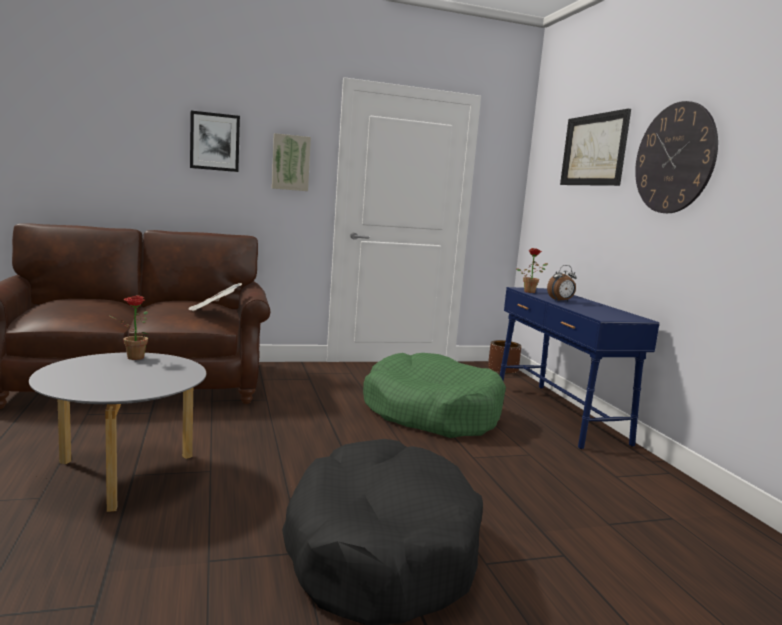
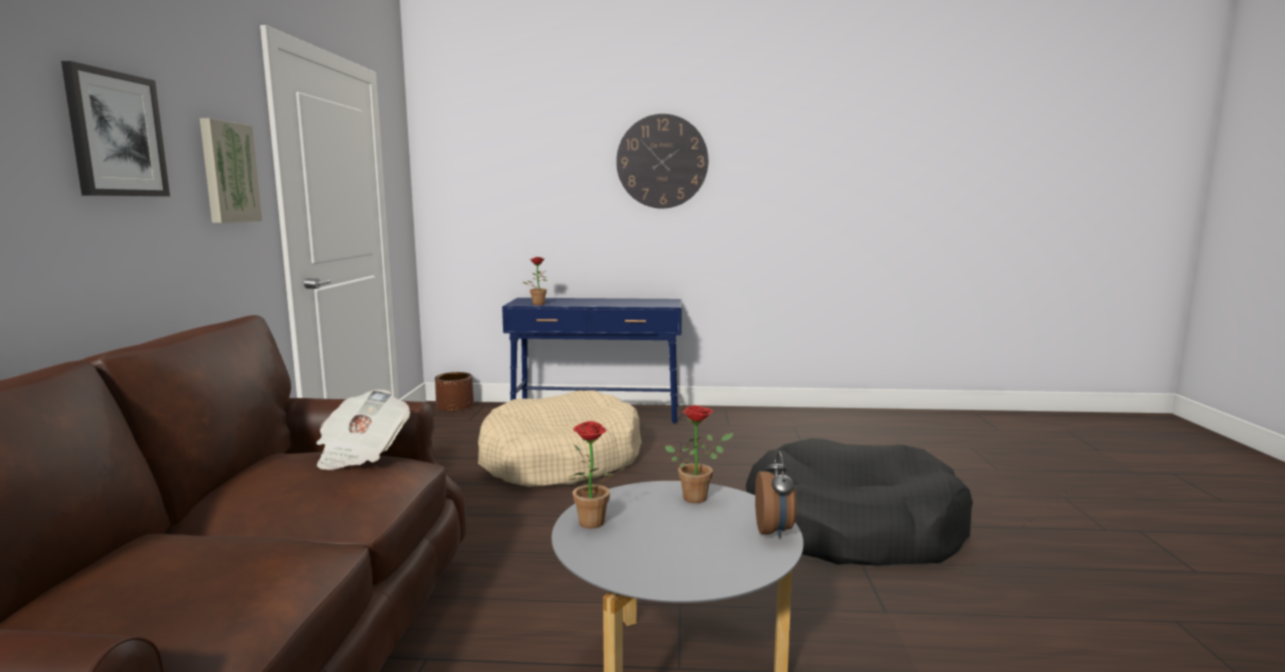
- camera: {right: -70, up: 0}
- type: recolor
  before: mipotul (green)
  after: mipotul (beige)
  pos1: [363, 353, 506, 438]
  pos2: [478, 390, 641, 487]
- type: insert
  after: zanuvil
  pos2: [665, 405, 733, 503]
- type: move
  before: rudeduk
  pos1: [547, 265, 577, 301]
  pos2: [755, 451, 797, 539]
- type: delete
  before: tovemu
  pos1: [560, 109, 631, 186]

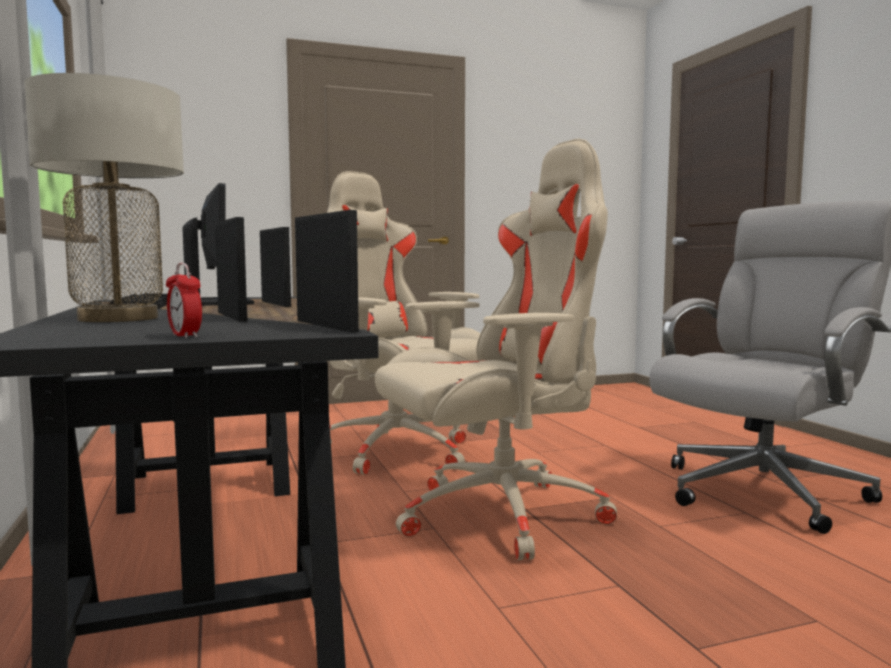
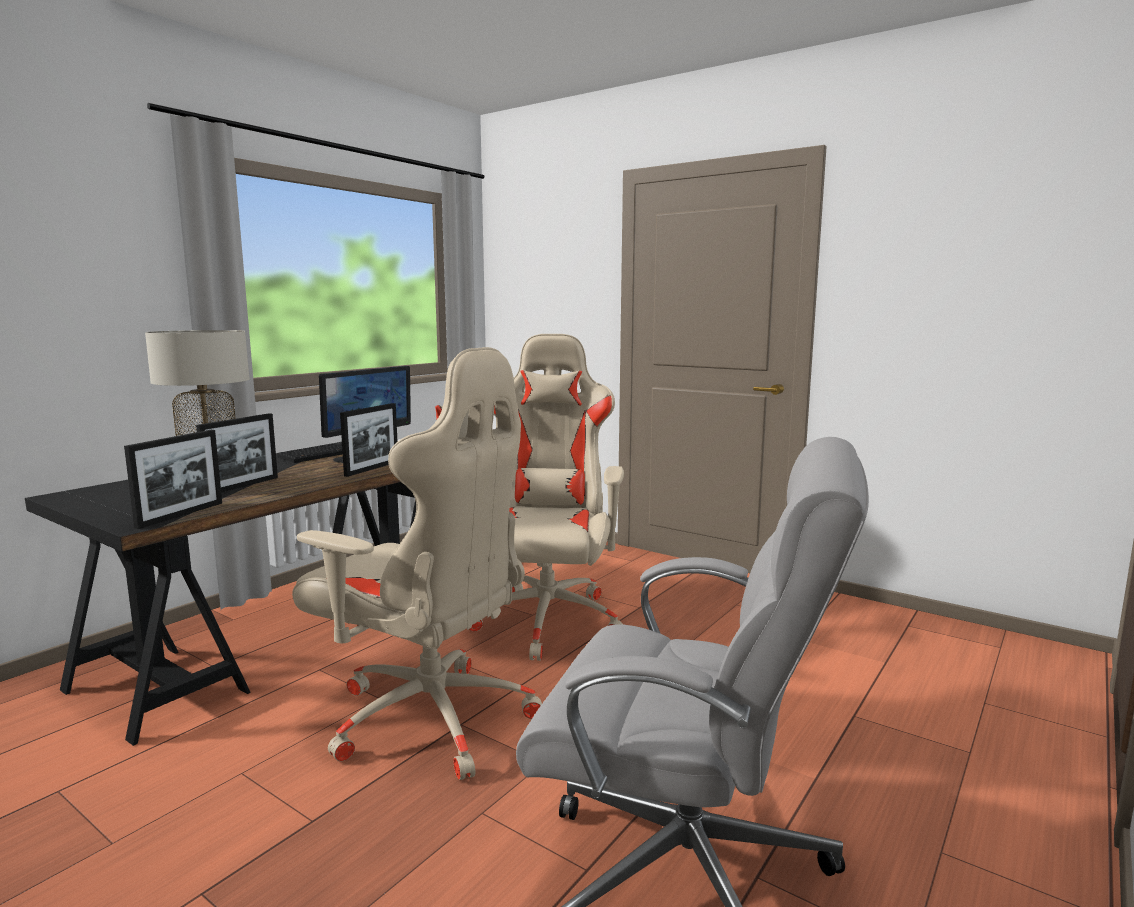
- camera: {right: 55, up: 5}
- type: delete
  before: rudeduk
  pos1: [166, 263, 202, 338]

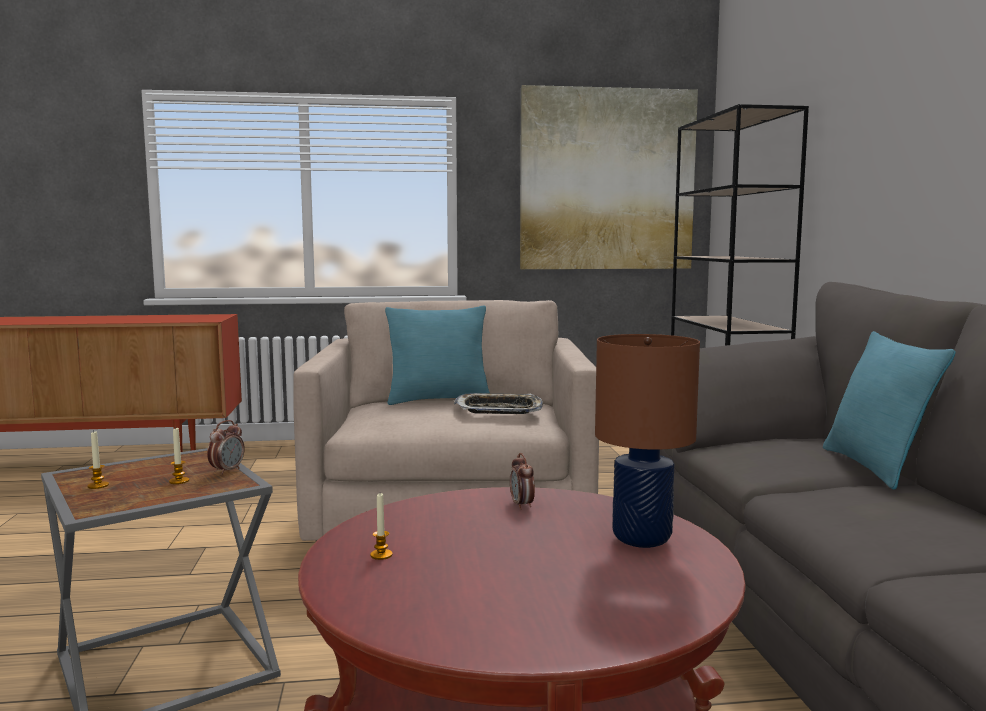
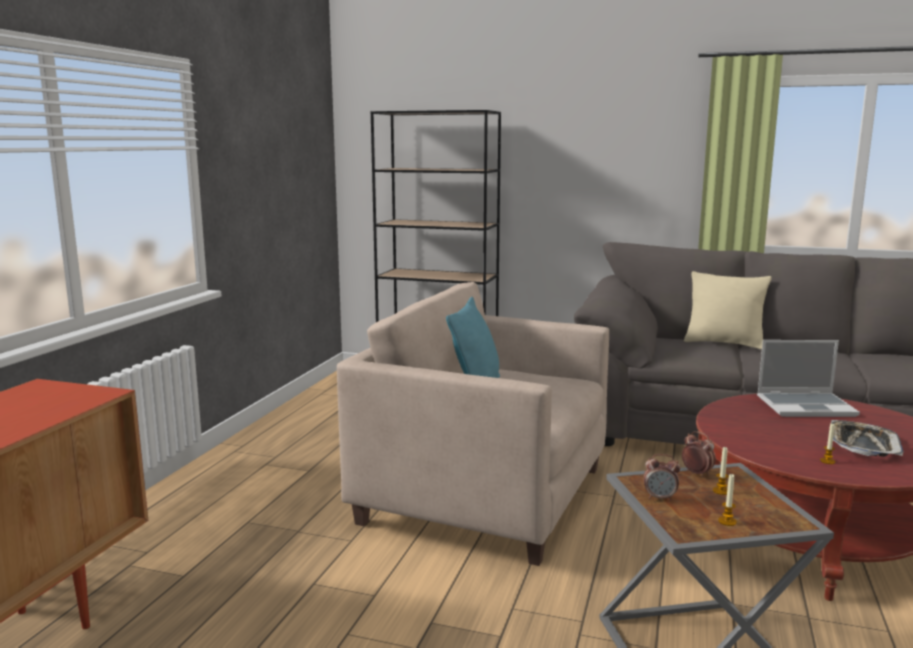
- camera: {right: -65, up: 5}
- type: move
  before: rudeduk
  pos1: [510, 453, 535, 510]
  pos2: [644, 454, 680, 501]
- type: recolor
  before: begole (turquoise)
  after: begole (beige)
  pos1: [823, 331, 956, 490]
  pos2: [684, 271, 772, 350]
- type: replace
  before: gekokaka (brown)
  after: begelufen
  pos1: [595, 334, 700, 548]
  pos2: [757, 340, 860, 417]
- type: move
  before: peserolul
  pos1: [454, 393, 543, 414]
  pos2: [831, 420, 904, 457]
- type: delete
  before: tovemu
  pos1: [520, 85, 698, 269]

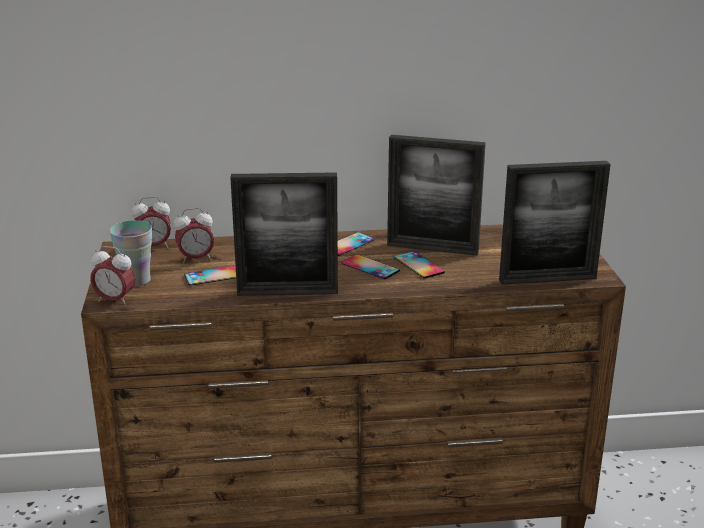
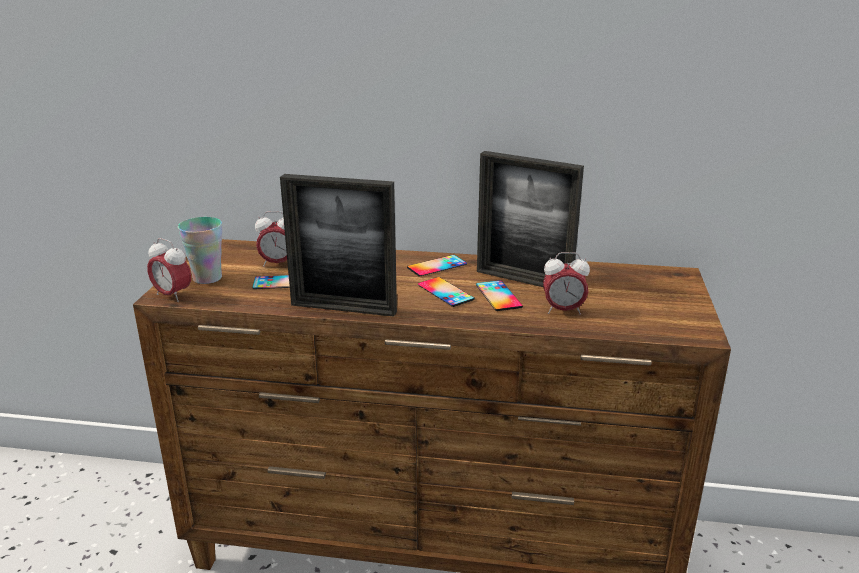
- camera: {right: 15, up: 0}
- type: move
  before: rudeduk
  pos1: [132, 197, 171, 248]
  pos2: [543, 252, 590, 315]
- type: delete
  before: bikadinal
  pos1: [499, 161, 610, 285]

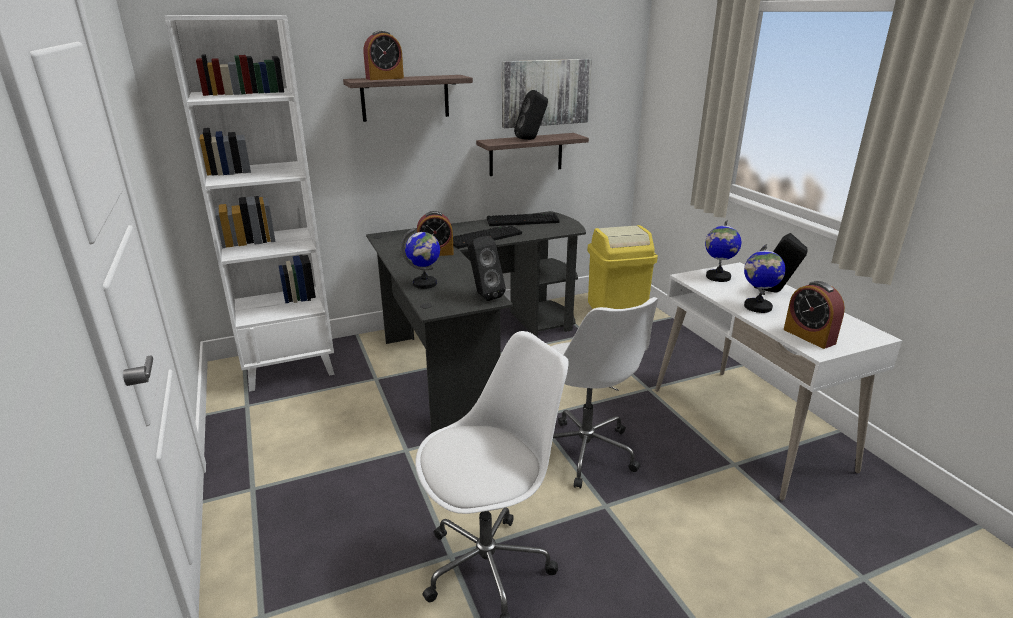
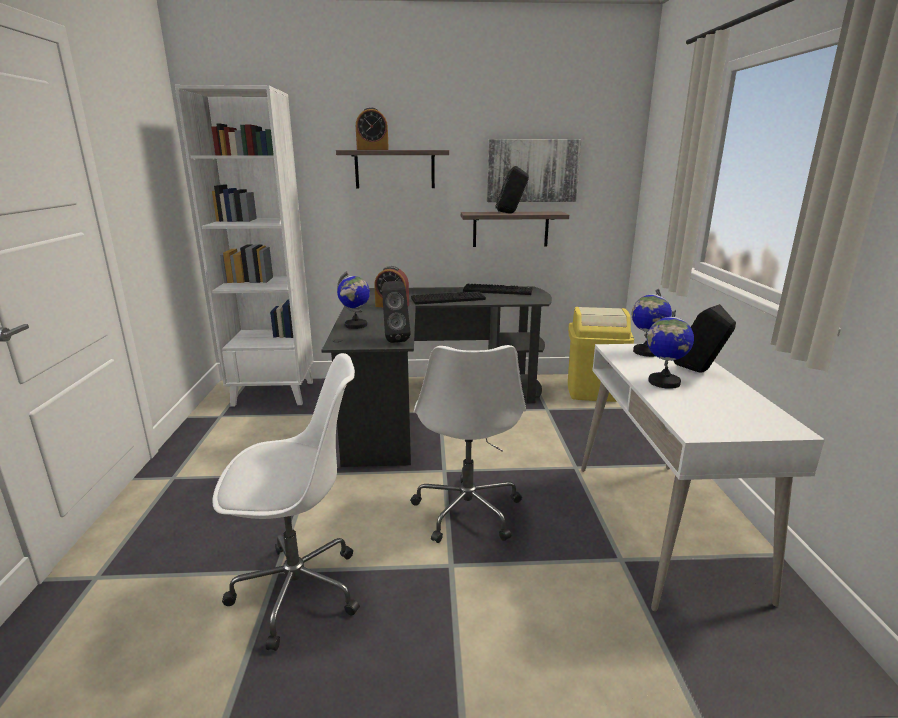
- camera: {right: 20, up: -5}
- type: delete
  before: rudeduk
  pos1: [784, 281, 845, 349]

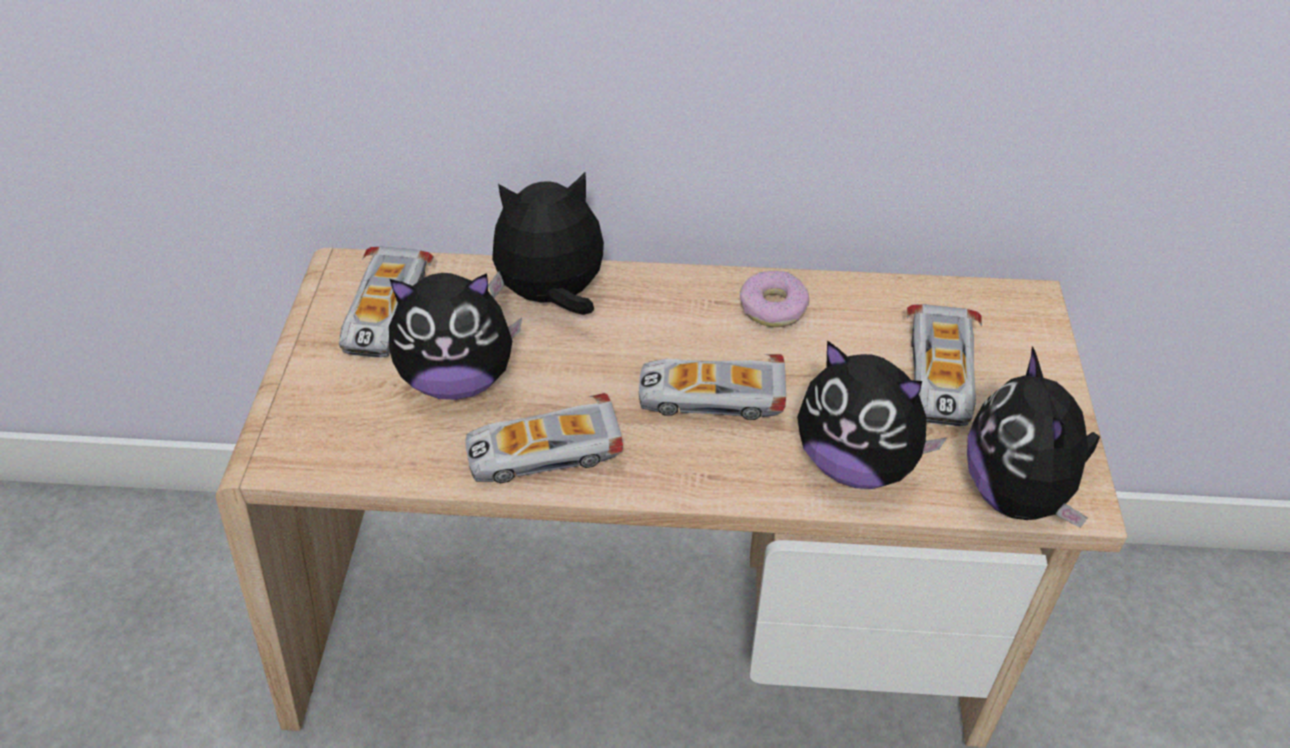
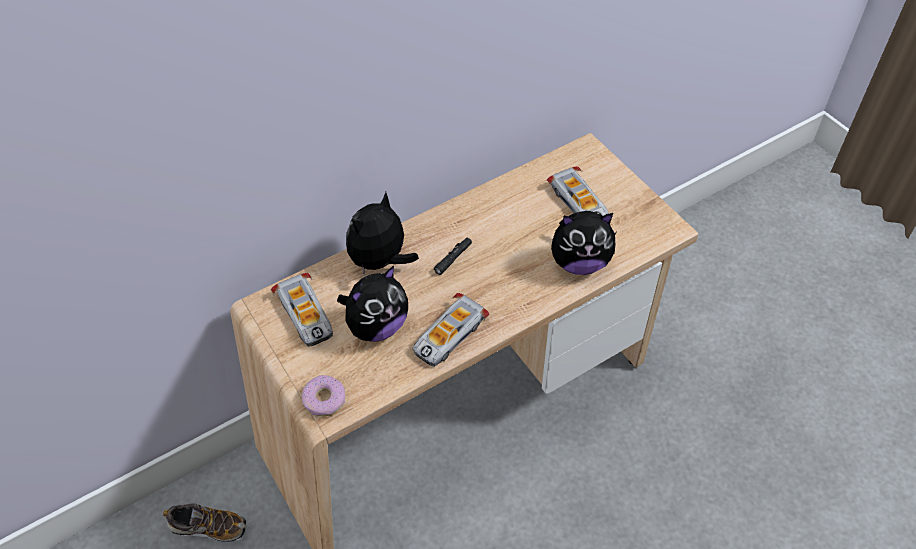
- camera: {right: -35, up: 5}
- type: insert
  after: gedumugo
  pos2: [163, 503, 246, 542]
- type: move
  before: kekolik
  pos1: [740, 271, 809, 327]
  pos2: [301, 375, 345, 417]
- type: insert
  after: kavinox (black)
  pos2: [434, 237, 472, 275]
- type: delete
  before: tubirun
  pos1: [639, 354, 786, 420]
- type: delete
  before: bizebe
  pos1: [967, 346, 1100, 528]

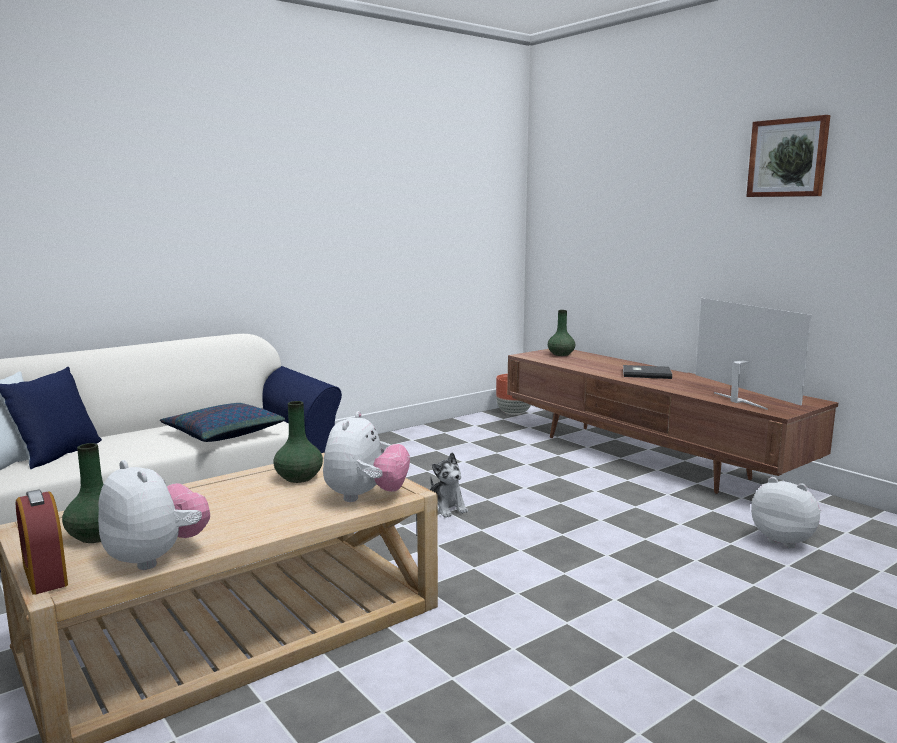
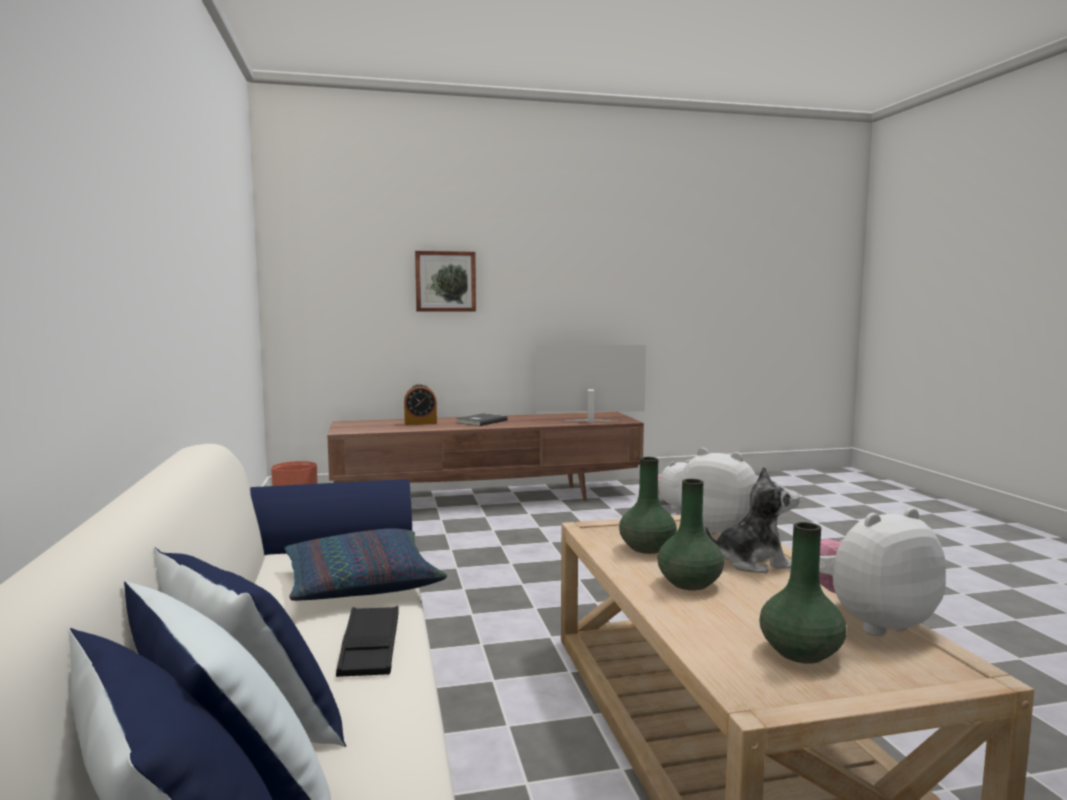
- camera: {right: -65, up: -5}
- type: insert
  after: peserolul (black)
  pos2: [336, 606, 399, 677]
- type: move
  before: rudeduk
  pos1: [16, 490, 68, 595]
  pos2: [404, 384, 437, 425]
- type: move
  before: tovemu
  pos1: [746, 115, 830, 197]
  pos2: [415, 251, 476, 311]
- type: move
  before: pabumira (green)
  pos1: [548, 310, 575, 356]
  pos2: [657, 479, 724, 591]
- type: move
  before: bizebe
  pos1: [430, 452, 468, 518]
  pos2: [705, 466, 800, 573]

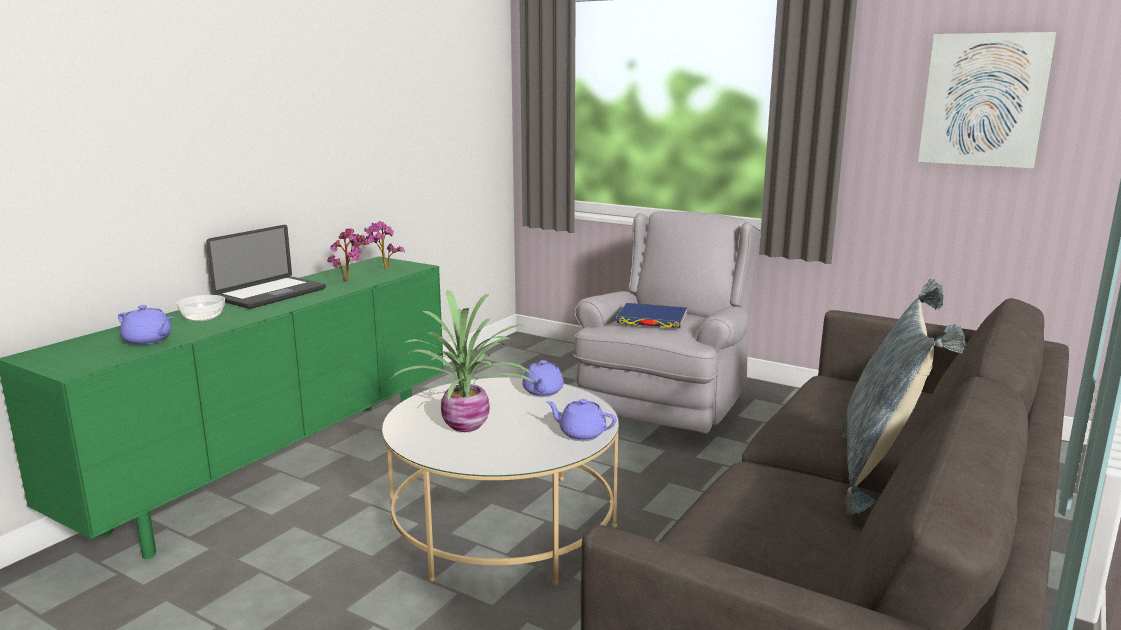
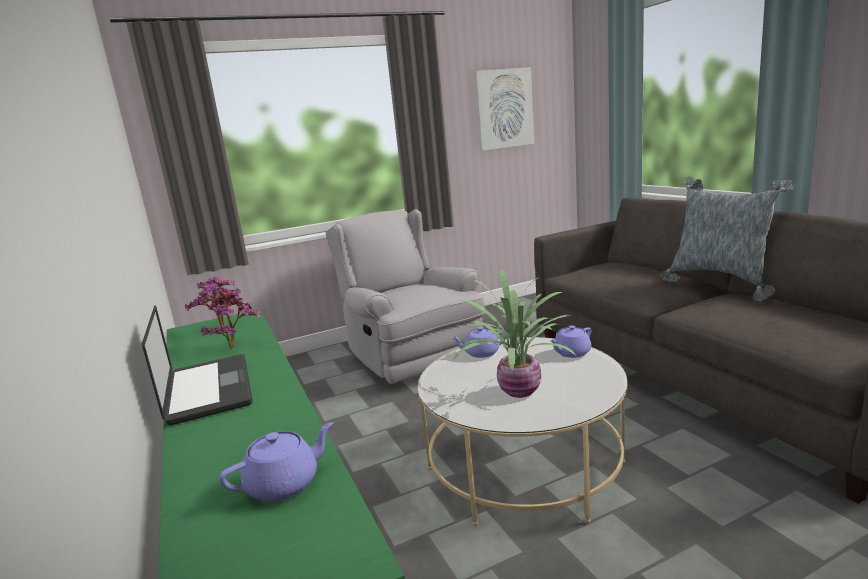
- camera: {right: -55, up: 0}
- type: rotate
  before: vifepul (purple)
  pos1: [522, 360, 564, 396]
  pos2: [451, 327, 506, 358]
  turn: 135
- type: delete
  before: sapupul
  pos1: [177, 295, 225, 321]
- type: delete
  before: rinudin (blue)
  pos1: [616, 303, 687, 328]

